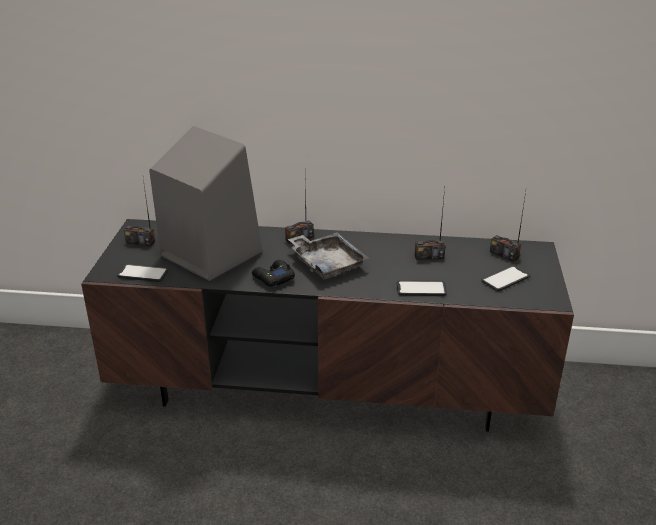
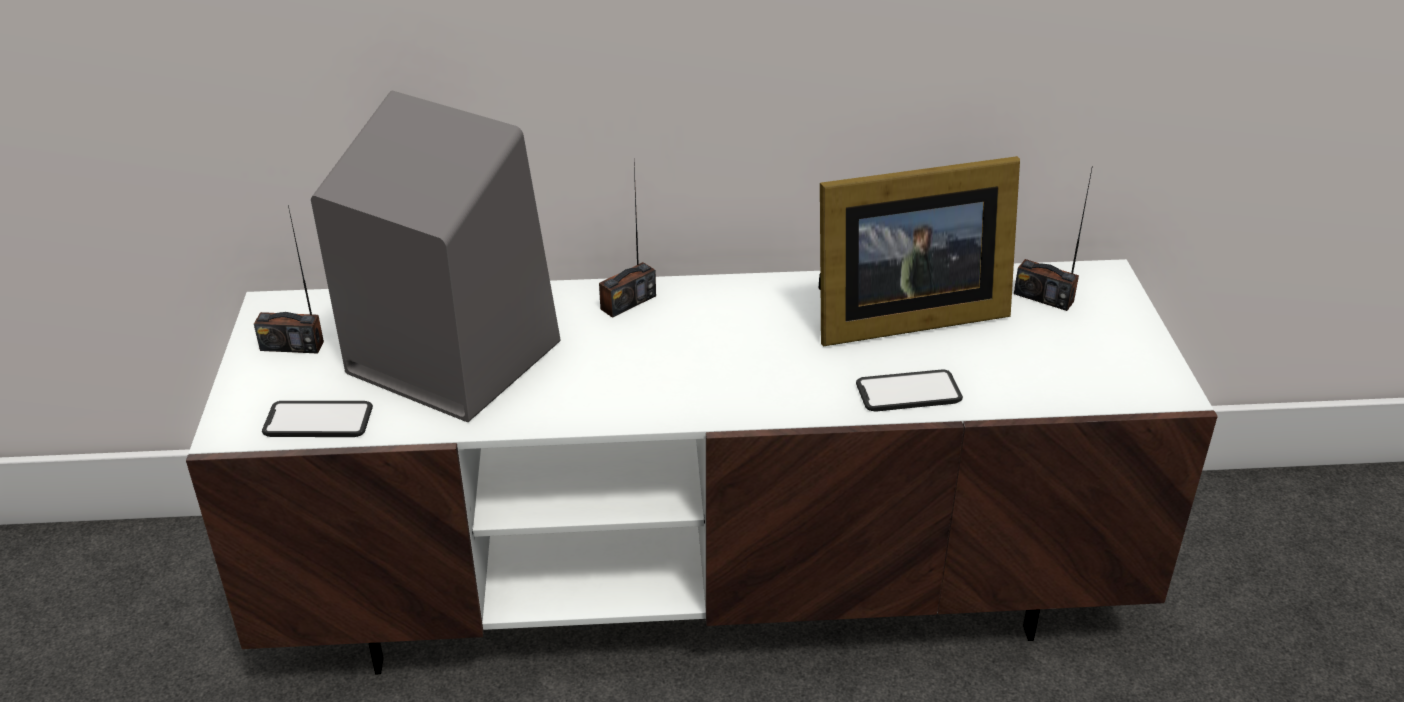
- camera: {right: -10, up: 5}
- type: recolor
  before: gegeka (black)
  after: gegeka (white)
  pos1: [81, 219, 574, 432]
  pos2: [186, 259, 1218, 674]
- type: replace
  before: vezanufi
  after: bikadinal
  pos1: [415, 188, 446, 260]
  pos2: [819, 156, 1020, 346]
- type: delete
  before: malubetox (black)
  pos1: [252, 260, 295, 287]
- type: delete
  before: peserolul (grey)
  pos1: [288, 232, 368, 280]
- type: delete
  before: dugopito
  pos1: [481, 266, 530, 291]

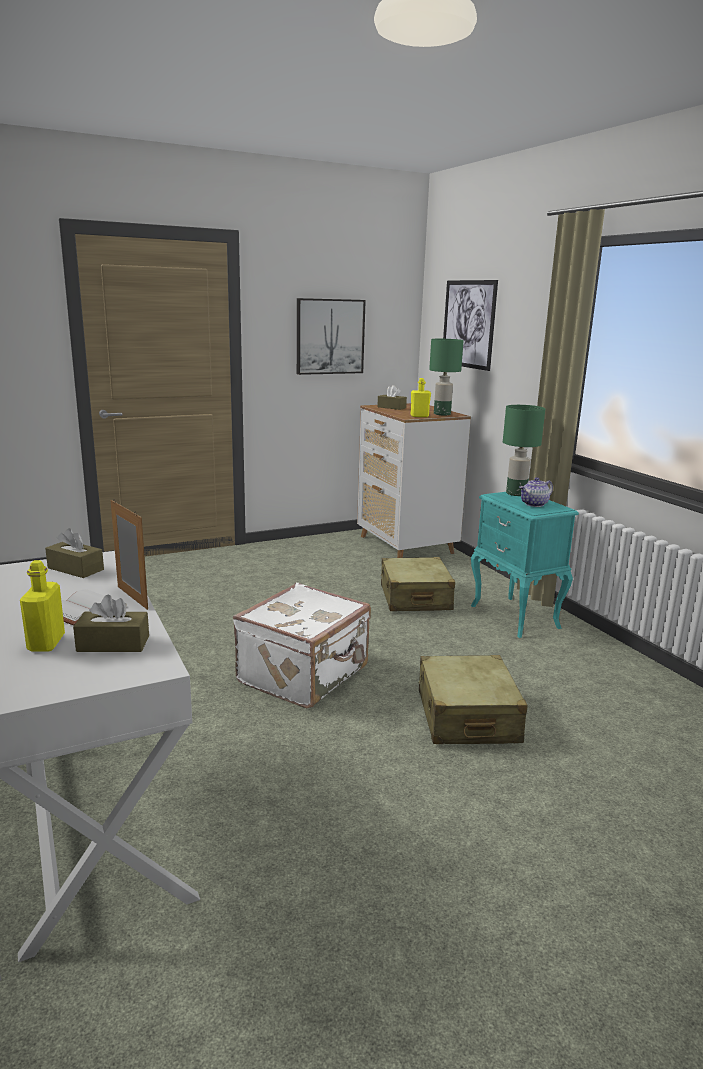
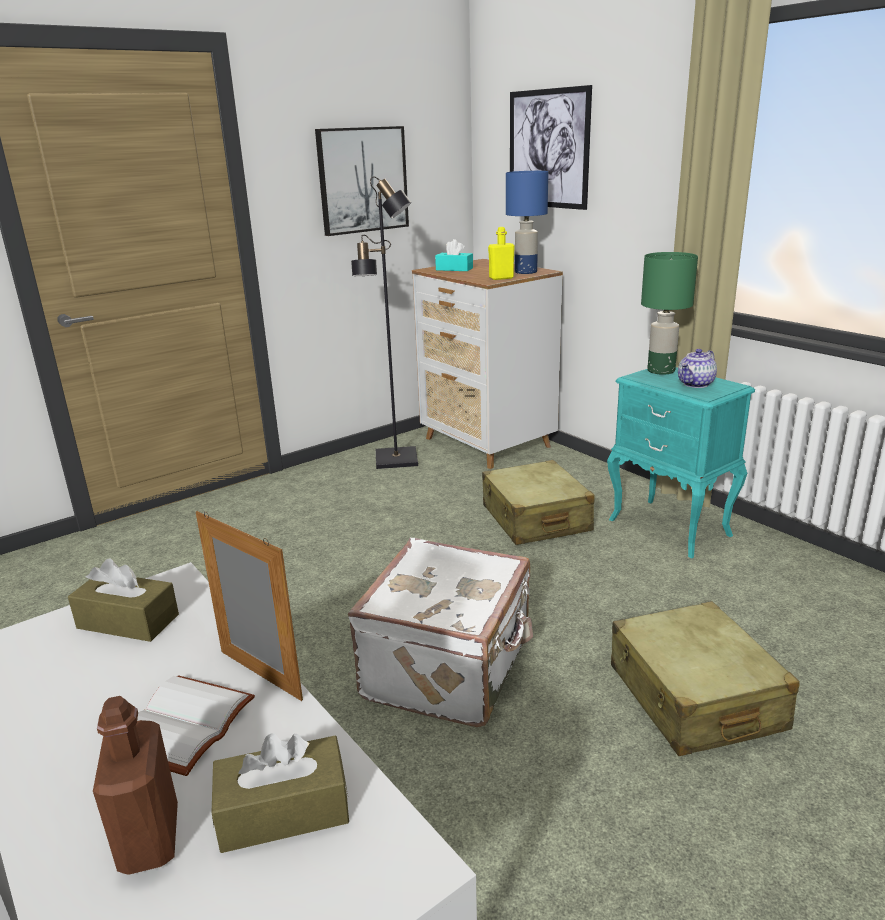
- camera: {right: -10, up: 5}
- type: recolor
  before: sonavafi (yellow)
  after: sonavafi (brown)
  pos1: [20, 560, 65, 652]
  pos2: [93, 696, 178, 875]
- type: insert
  after: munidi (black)
  pos2: [351, 176, 418, 469]
- type: recolor
  before: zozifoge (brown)
  after: zozifoge (turquoise)
  pos1: [377, 385, 407, 410]
  pos2: [435, 239, 473, 271]
- type: recolor
  before: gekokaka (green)
  after: gekokaka (blue)
  pos1: [429, 339, 464, 416]
  pos2: [506, 171, 548, 274]

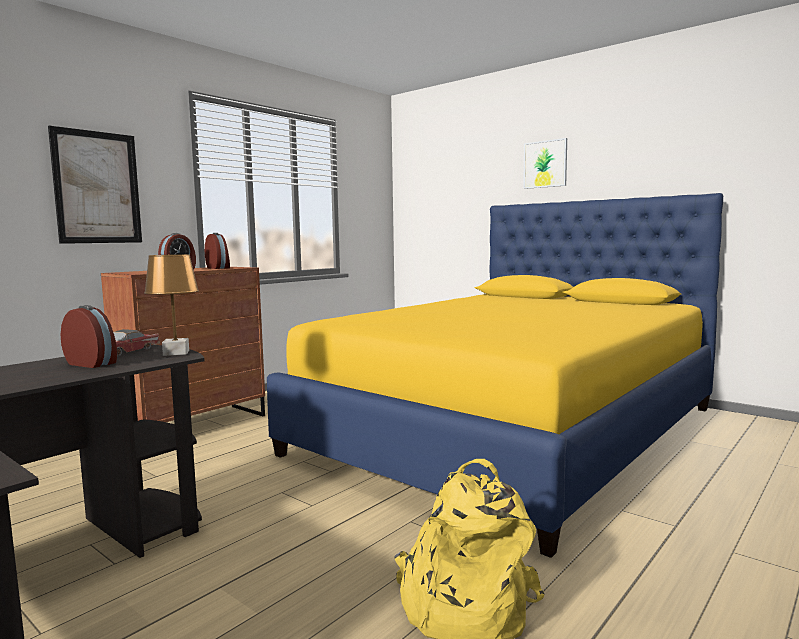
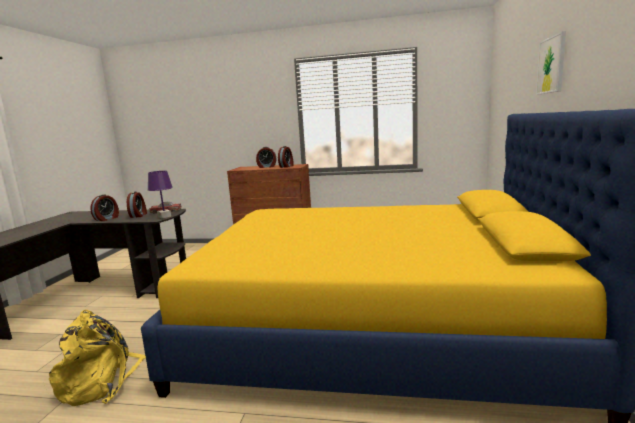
- camera: {right: 60, up: 5}
- type: insert
  after: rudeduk
  pos2: [90, 194, 119, 221]
- type: recolor
  before: gekokaka (brown)
  after: gekokaka (purple)
  pos1: [144, 254, 199, 356]
  pos2: [148, 171, 173, 218]
- type: delete
  before: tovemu
  pos1: [48, 126, 142, 244]

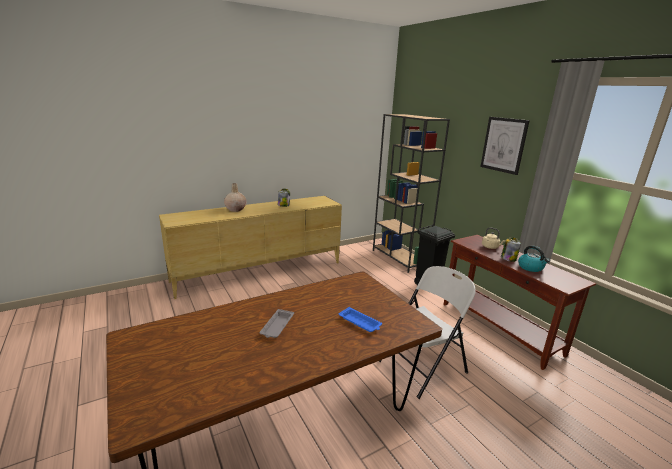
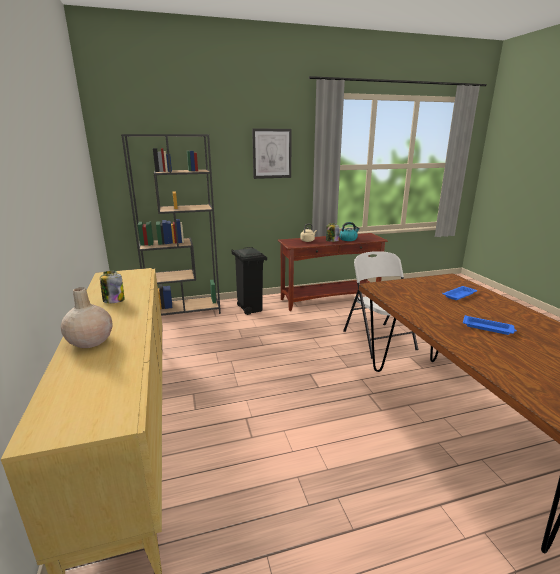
- camera: {right: -75, up: 0}
- type: recolor
  before: peserolul (grey)
  after: peserolul (blue)
  pos1: [259, 309, 294, 338]
  pos2: [463, 315, 517, 335]

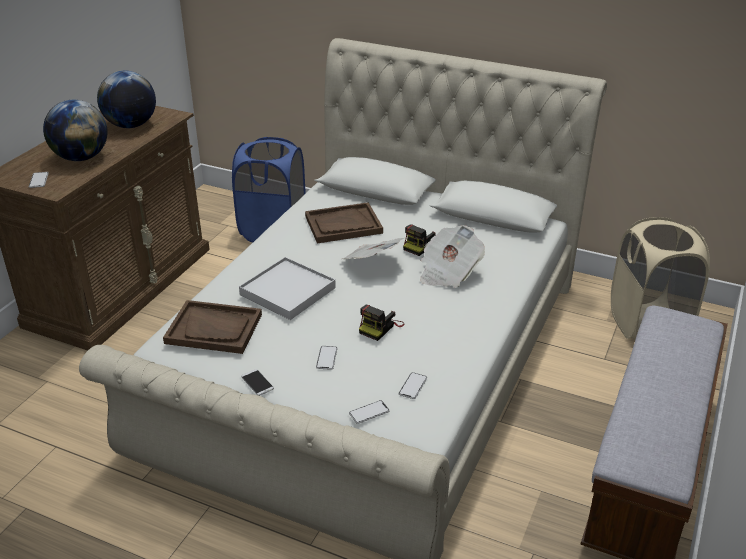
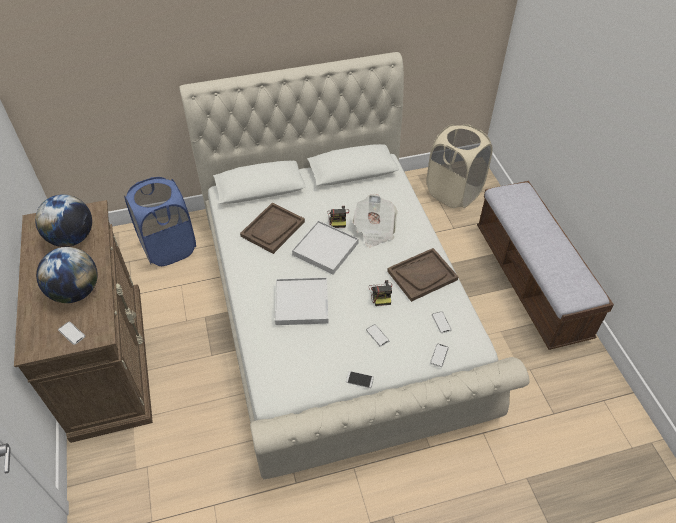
- camera: {right: -40, up: 15}
- type: replace
  before: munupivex
  after: peserolul (white)
  pos1: [342, 238, 404, 260]
  pos2: [292, 220, 359, 275]
- type: move
  before: peserolul (brown)
  pos1: [163, 300, 262, 354]
  pos2: [387, 248, 458, 302]

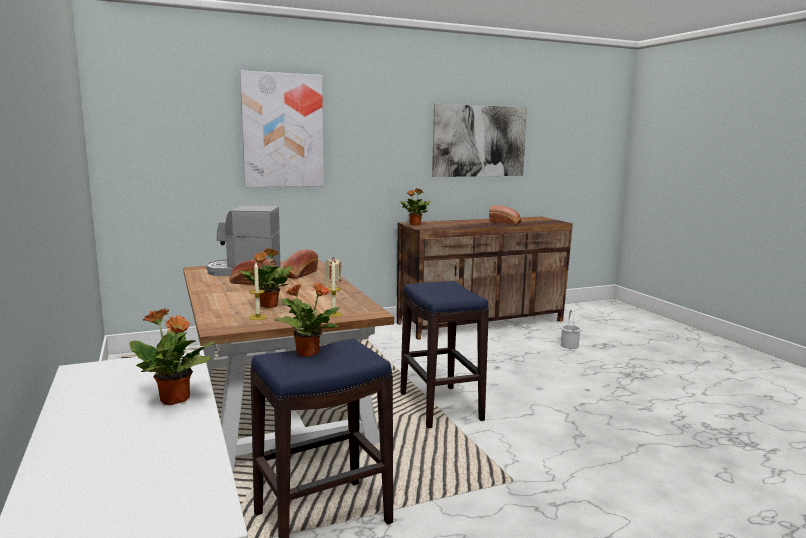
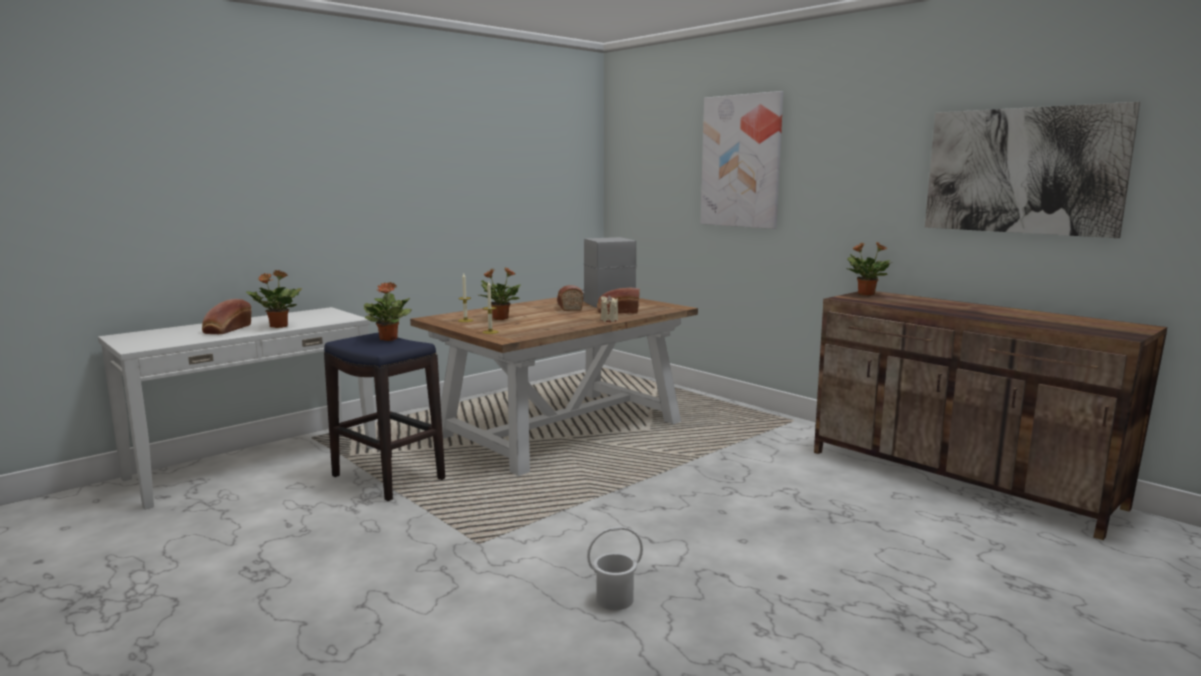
- camera: {right: 70, up: 0}
- type: move
  before: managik
  pos1: [489, 205, 521, 225]
  pos2: [202, 299, 252, 334]
- type: move
  before: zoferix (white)
  pos1: [560, 309, 582, 349]
  pos2: [587, 526, 643, 610]
- type: delete
  before: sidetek
  pos1: [400, 281, 489, 428]

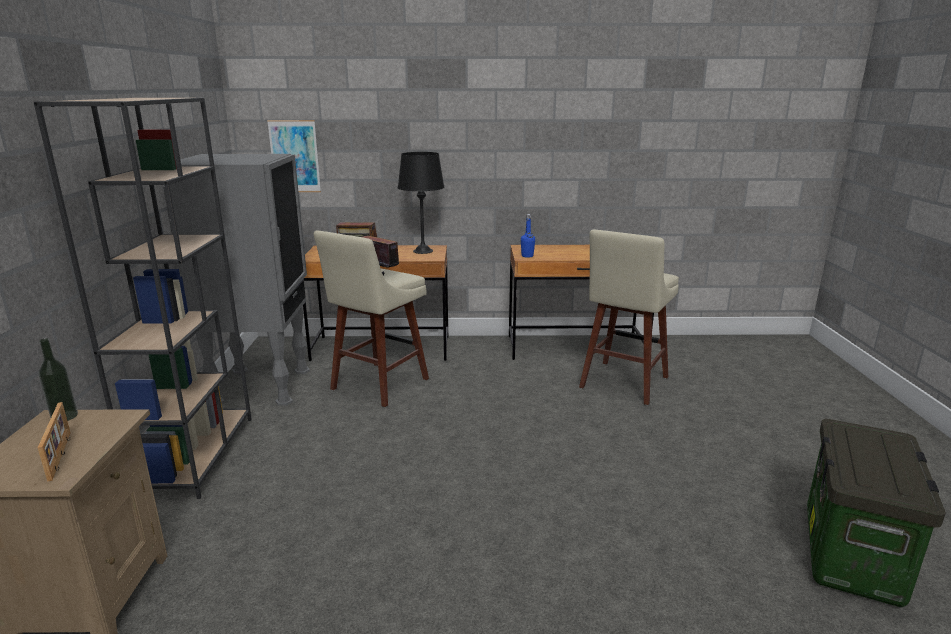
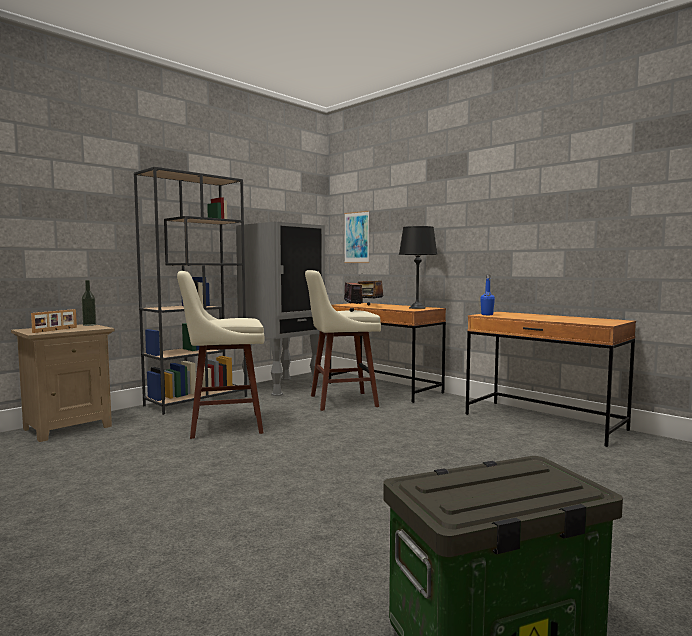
- camera: {right: 45, up: -15}
- type: move
  before: sidetek (beige)
  pos1: [579, 230, 679, 405]
  pos2: [177, 271, 264, 439]

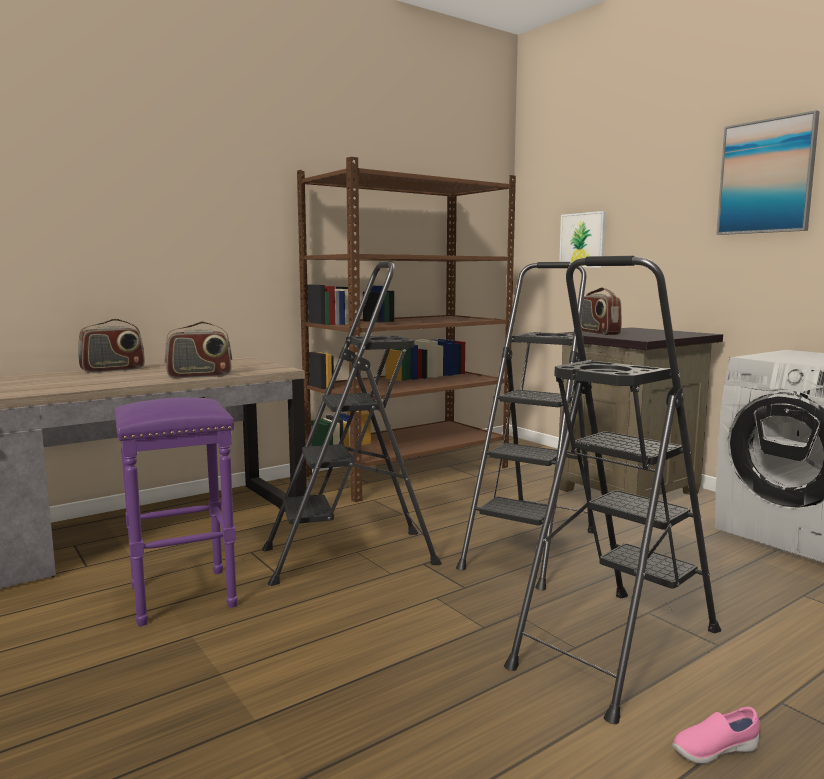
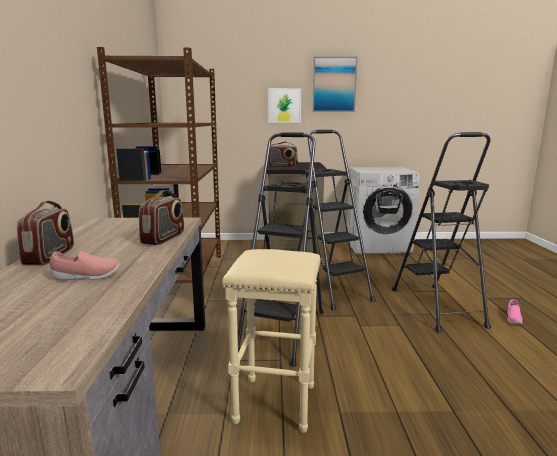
- camera: {right: -55, up: 5}
- type: insert
  after: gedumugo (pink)
  pos2: [50, 251, 120, 280]
- type: recolor
  before: sidetek (purple)
  after: sidetek (beige)
  pos1: [114, 398, 238, 626]
  pos2: [222, 249, 321, 433]
- type: move
  before: tovemu
  pos1: [559, 211, 606, 268]
  pos2: [268, 88, 301, 123]

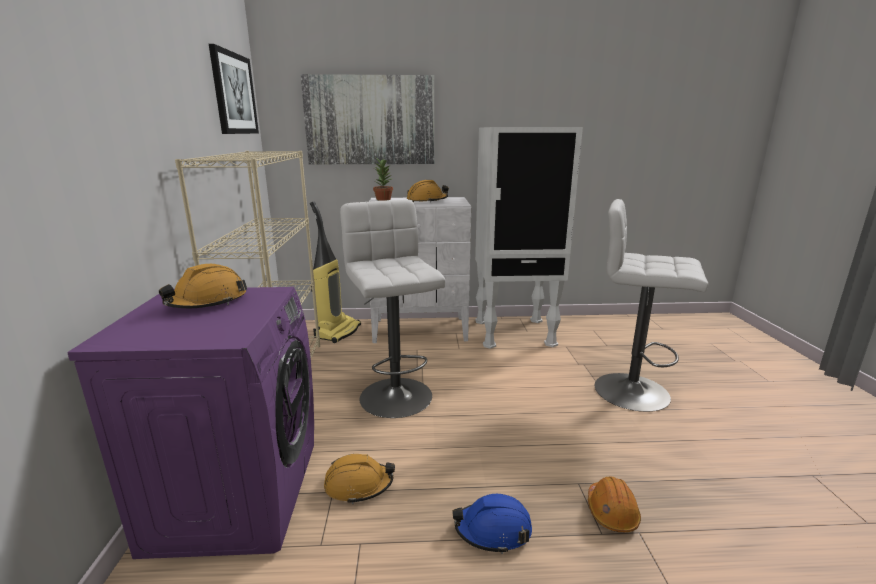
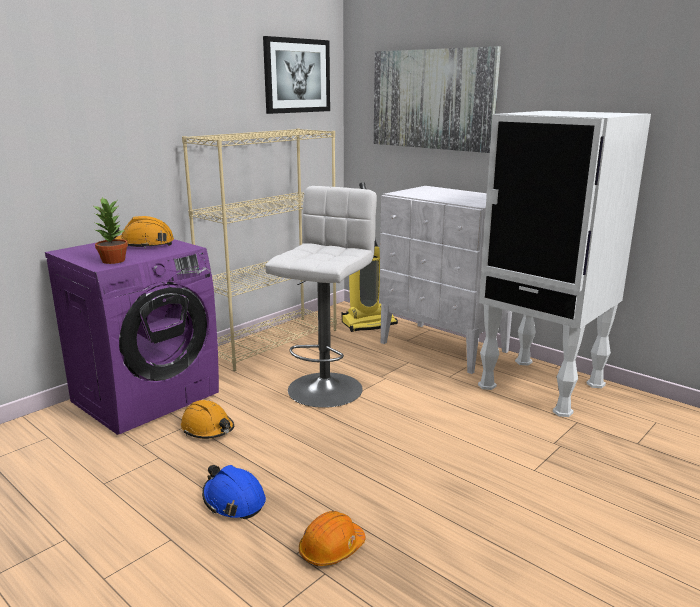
- camera: {right: 45, up: 0}
- type: move
  before: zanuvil
  pos1: [373, 158, 393, 201]
  pos2: [94, 197, 128, 264]
- type: delete
  before: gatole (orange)
  pos1: [407, 180, 449, 202]
- type: delete
  before: sidetek (white)
  pos1: [595, 199, 708, 412]

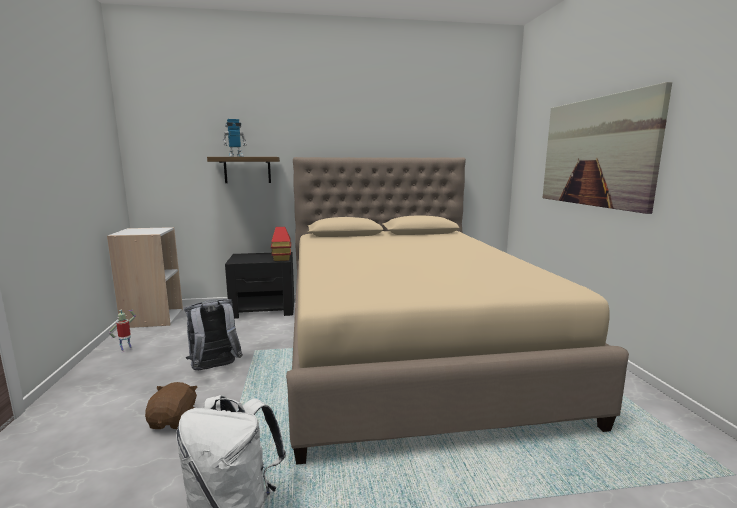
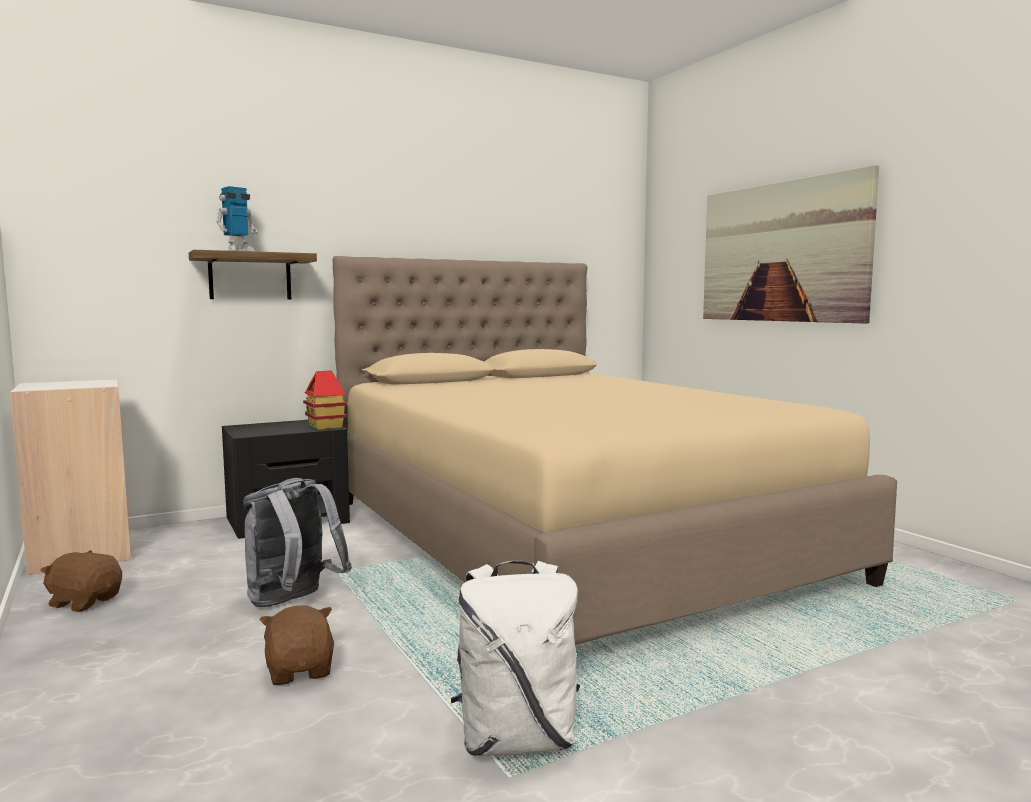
- camera: {right: -20, up: -5}
- type: replace
  before: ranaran
  after: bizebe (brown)
  pos1: [109, 309, 136, 353]
  pos2: [40, 550, 122, 612]

